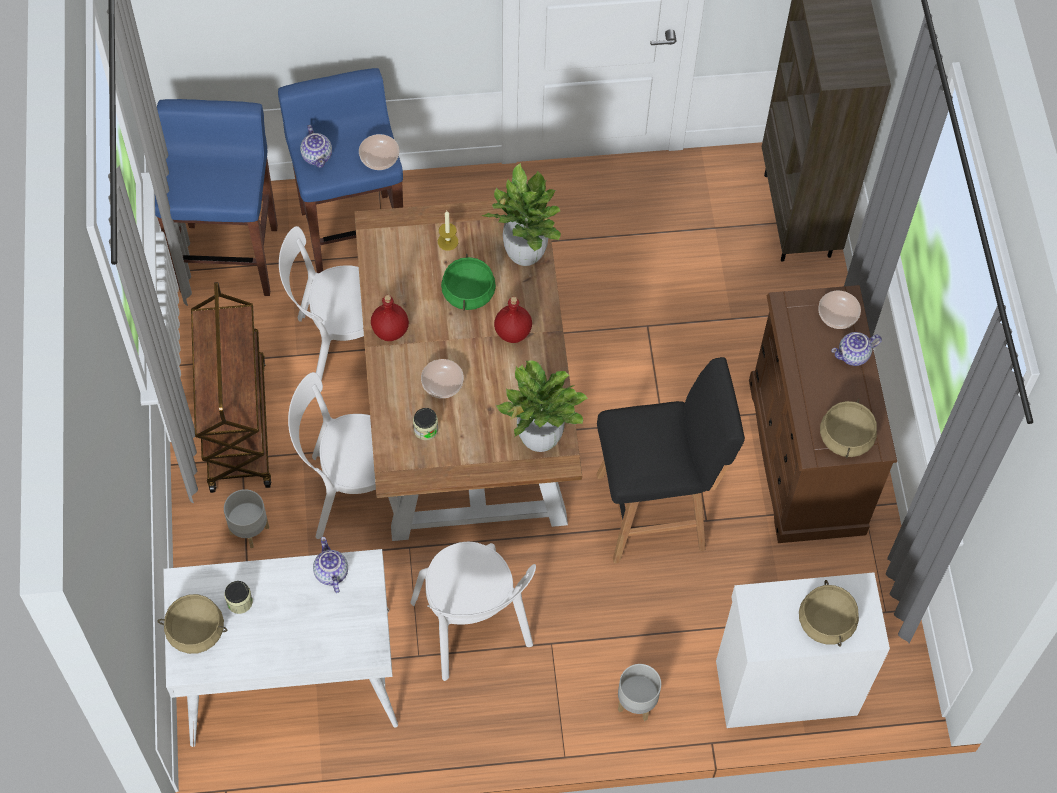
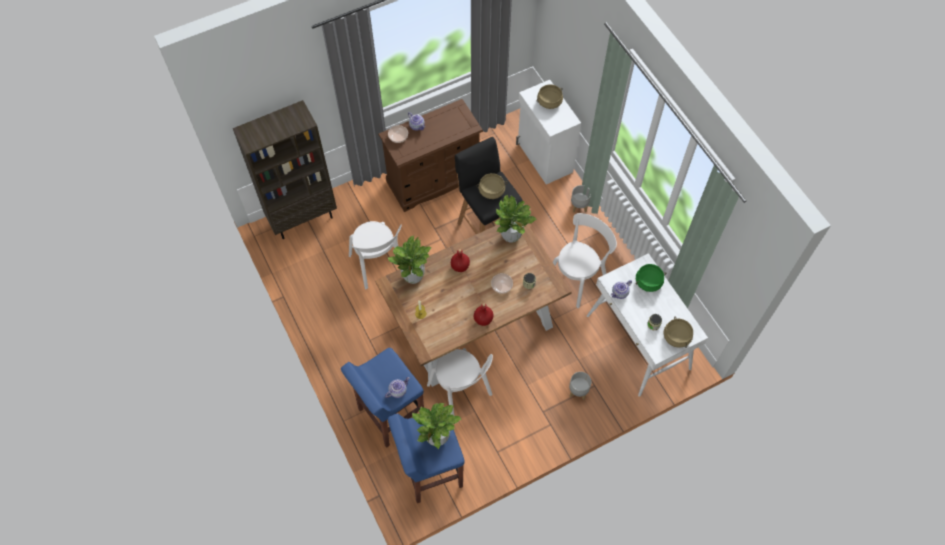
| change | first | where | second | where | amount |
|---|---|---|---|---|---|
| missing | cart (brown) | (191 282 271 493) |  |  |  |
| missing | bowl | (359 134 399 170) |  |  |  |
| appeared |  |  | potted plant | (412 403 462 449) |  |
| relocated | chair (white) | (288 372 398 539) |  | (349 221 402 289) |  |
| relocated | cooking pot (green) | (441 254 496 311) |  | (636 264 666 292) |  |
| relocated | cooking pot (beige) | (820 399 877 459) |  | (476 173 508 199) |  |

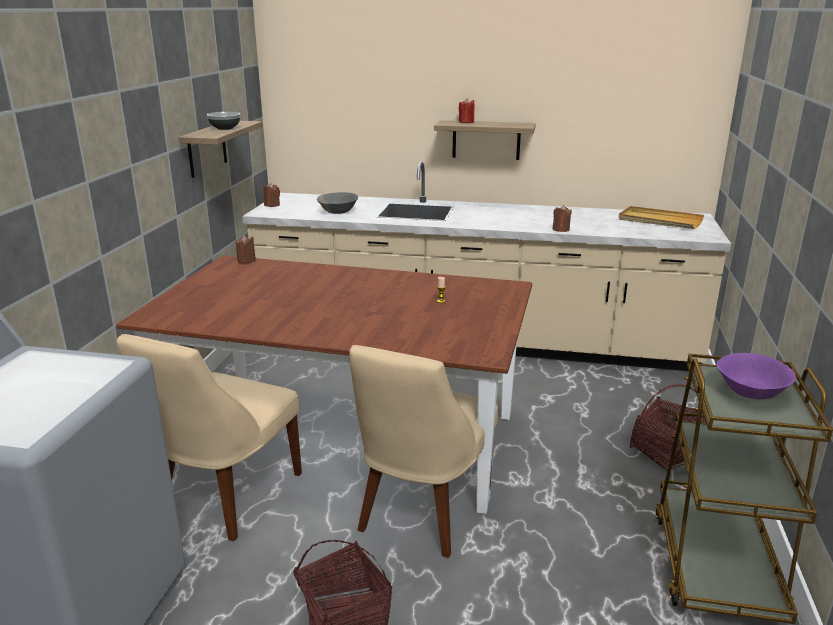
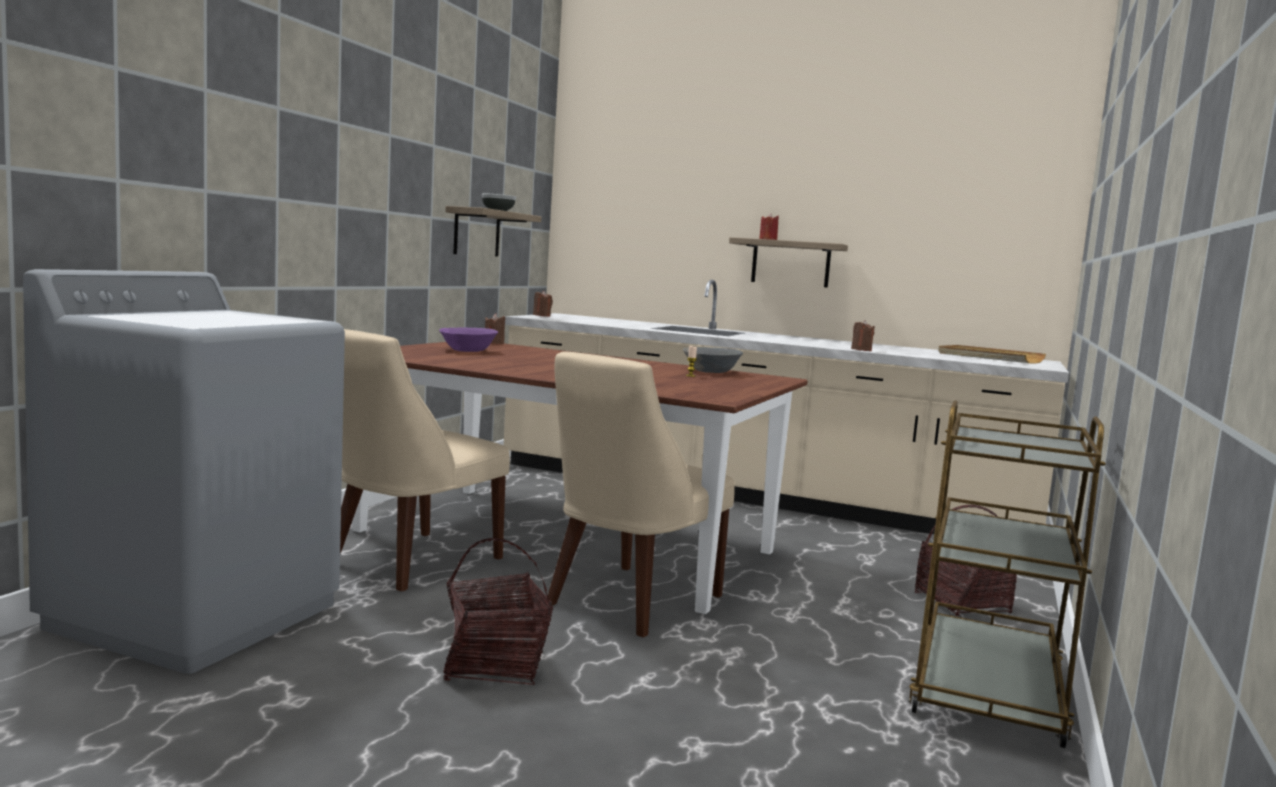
| change | first | where | second | where | amount |
|---|---|---|---|---|---|
| relocated | bowl (grey) | (317 192 358 214) |  | (683 347 743 373) |  |
| relocated | bowl (purple) | (717 353 796 399) |  | (439 328 498 352) |  |

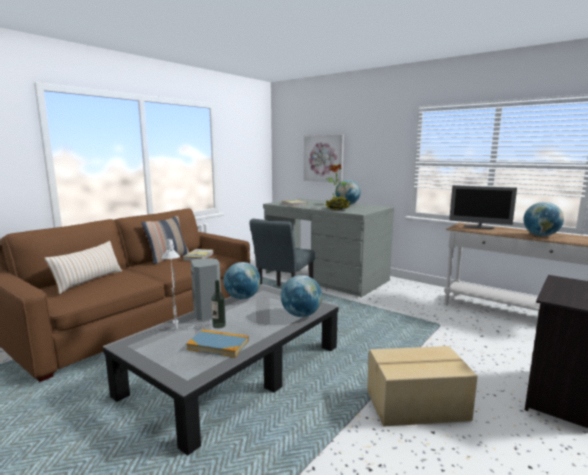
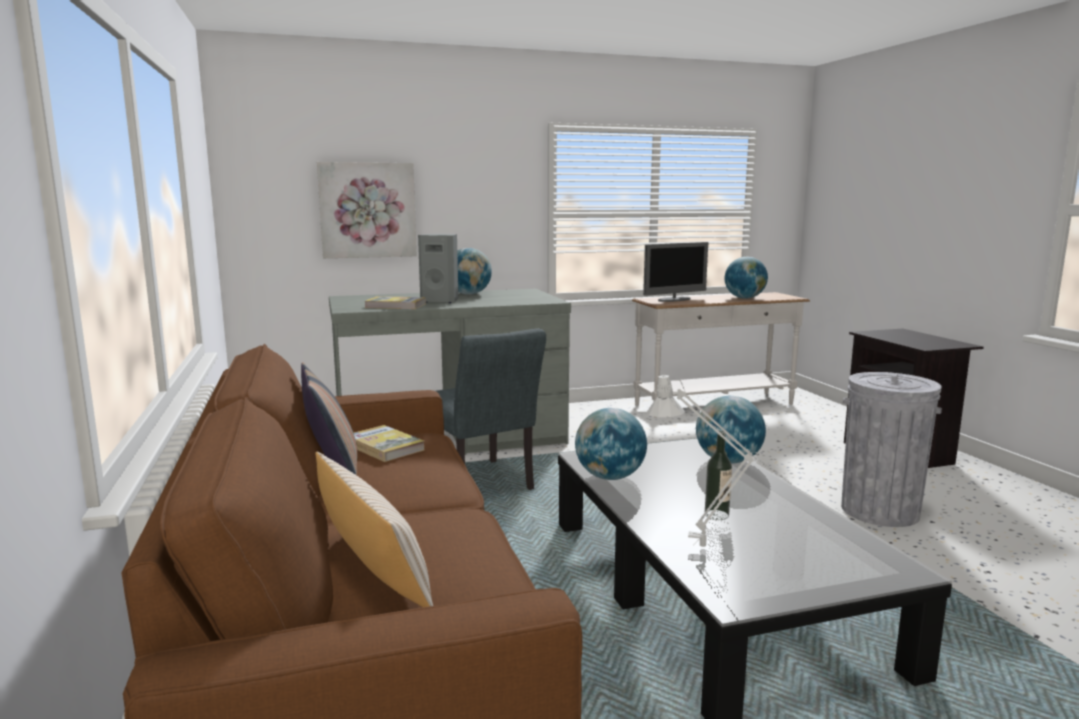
| change | first | where | second | where | amount |
|---|---|---|---|---|---|
| missing | book | (186 329 249 357) |  |  |  |
| missing | potted plant | (325 164 350 210) |  |  |  |
| relocated | speaker (grey) | (191 258 221 321) |  | (418 234 459 303) |  |
| exchanged | cardboard box | (367 346 478 426) | trash can (grey) | (841 372 942 527) |  |

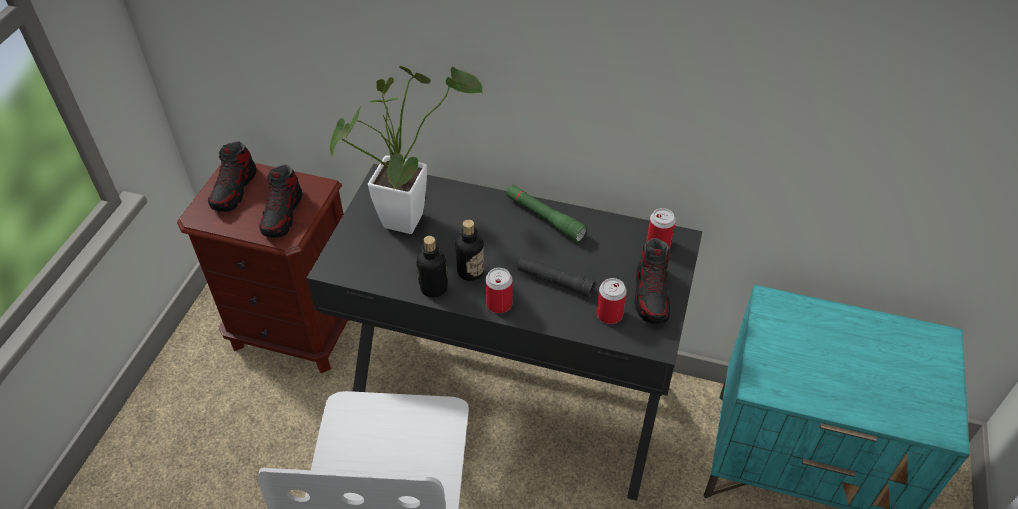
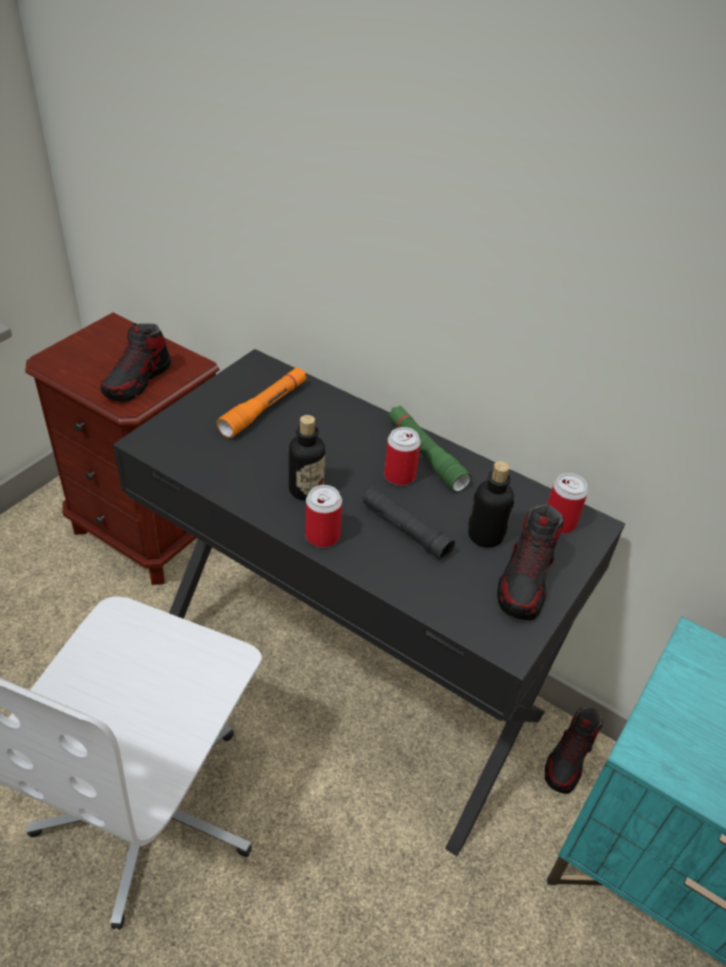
| change | first | where | second | where | amount |
|---|---|---|---|---|---|
| relocated | shoe | (208 141 257 212) |  | (545 707 603 794) |  |
| relocated | bottle | (417 236 448 298) |  | (468 461 514 548) |  |
| relocated | can | (596 278 627 324) |  | (384 427 421 486) |  |
| exchanged | potted plant | (330 66 483 234) | flashlight (orange) | (217 367 307 438) |  |

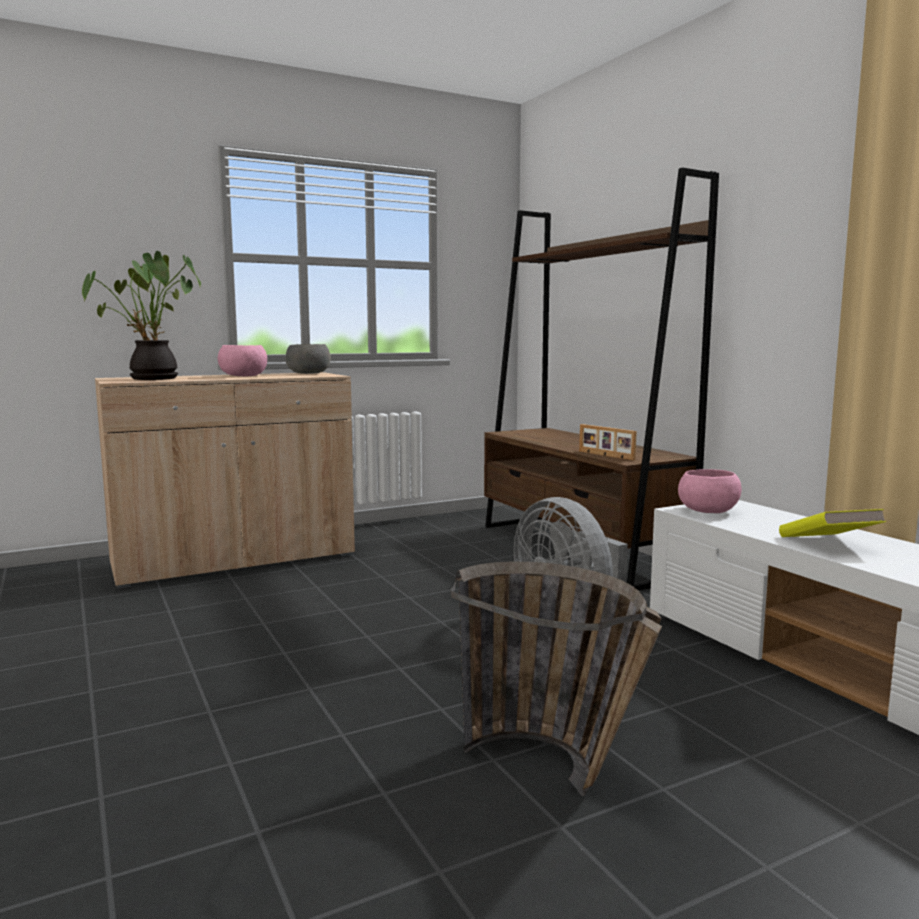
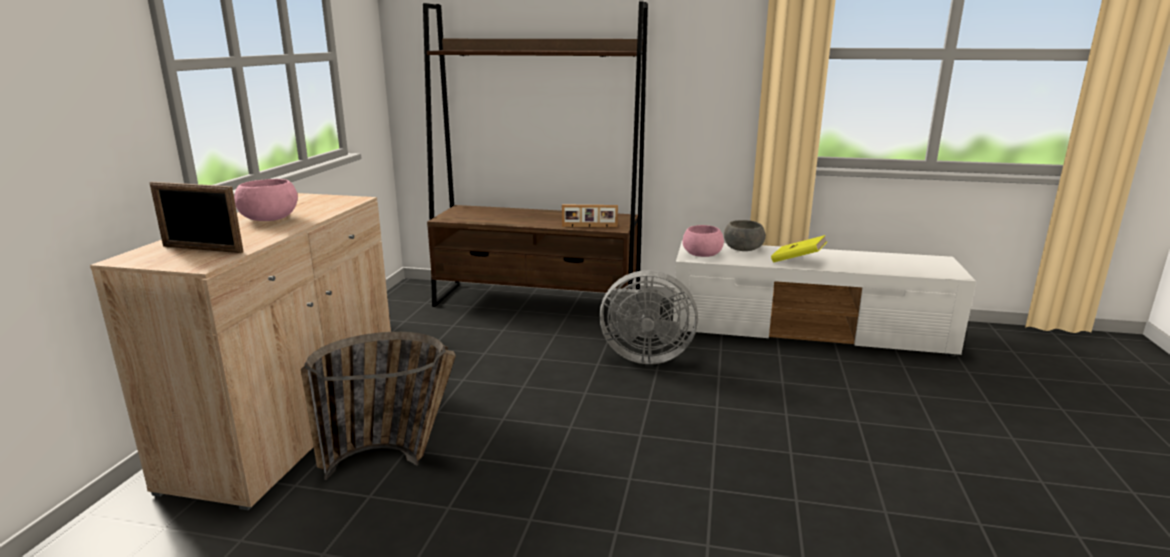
| change | first | where | second | where | amount |
|---|---|---|---|---|---|
| relocated | bowl (grey) | (286 344 331 374) |  | (724 220 766 251) |  |
| relocated | basket | (450 562 662 796) |  | (301 332 456 480) |  |
| exchanged | potted plant | (82 251 201 380) | picture frame | (149 182 244 253) |  |

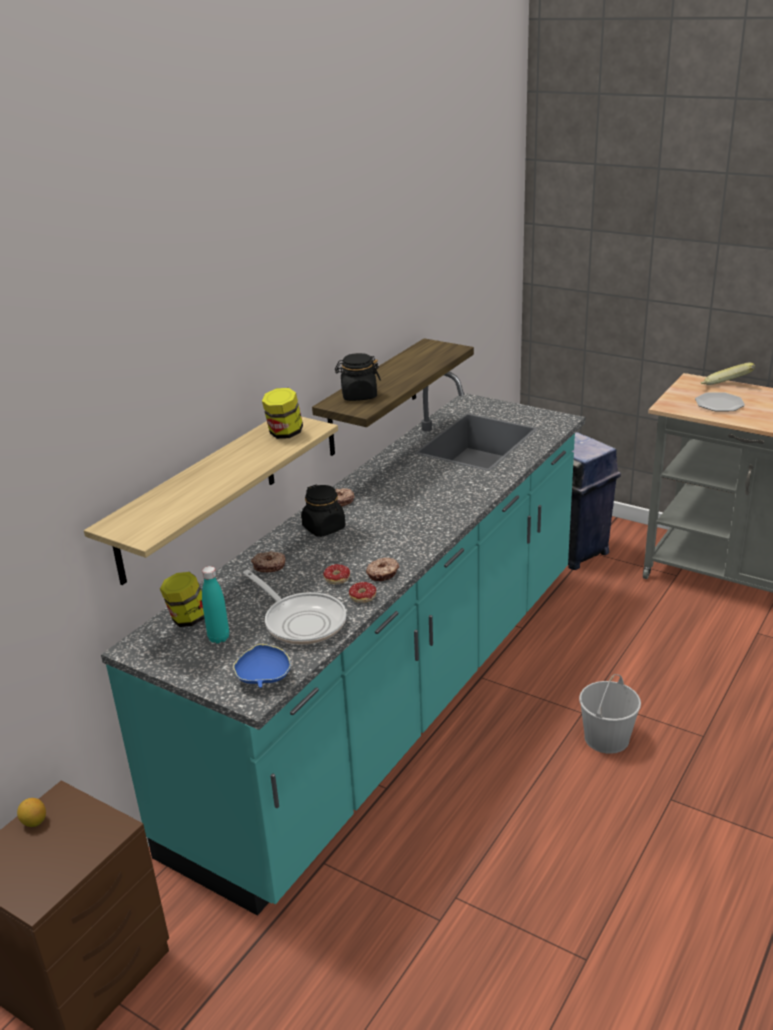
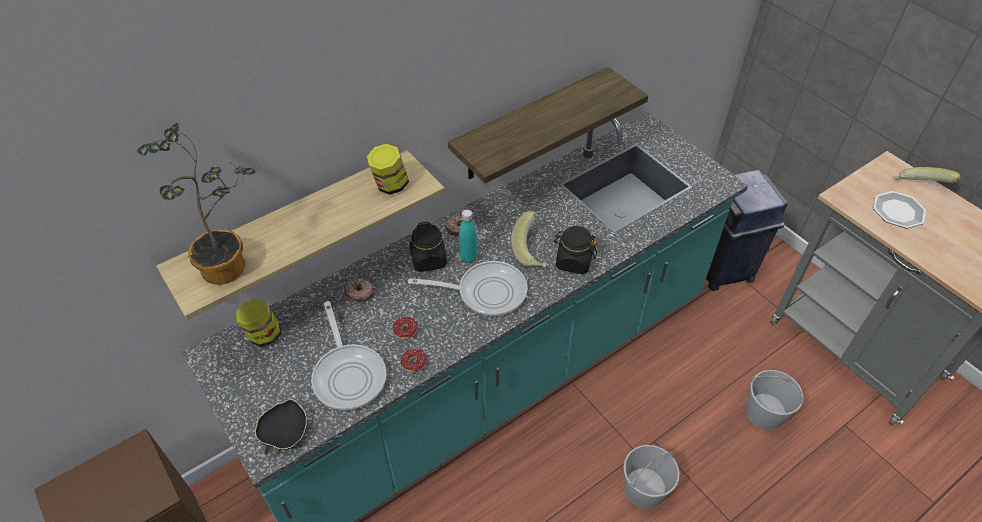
| change | first | where | second | where | amount |
|---|---|---|---|---|---|
| missing | lemon | (17 798 46 827) |  |  |  |
| missing | donut | (366 557 399 581) |  |  |  |
| appeared |  |  | potted plant | (137 123 256 285) |  |
| appeared |  |  | frying pan | (408 261 528 316) |  |
| appeared |  |  | banana | (511 211 546 268) |  |
| appeared |  |  | bucket (white) | (746 370 804 430) |  |
| relocated | bottle (turquoise) | (202 566 229 643) |  | (459 210 477 263) |  |
| relocated | jar (black) | (335 353 381 401) |  | (553 226 597 274) |  |
| colour | bowl (blue) | (233 644 291 688) | bowl (black) | (255 399 307 455) |  |

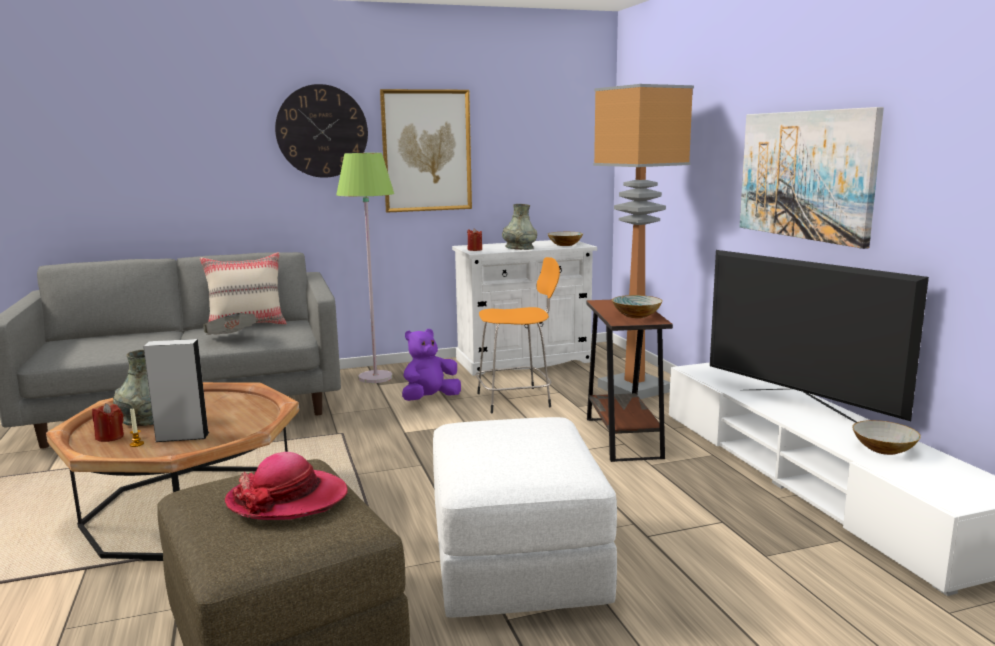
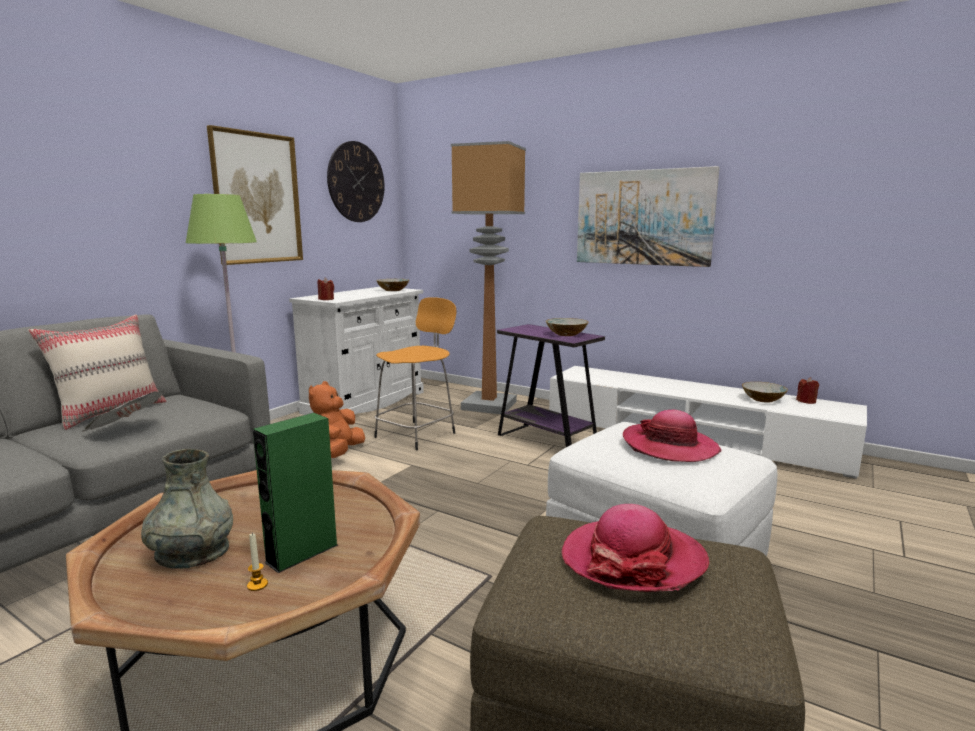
| change | first | where | second | where | amount |
|---|---|---|---|---|---|
| missing | vase (grey) | (502 204 537 250) |  |  |  |
| missing | television | (710 250 929 423) |  |  |  |
| appeared |  |  | hat | (623 410 721 462) |  |
| relocated | candle (red) | (92 403 124 442) |  | (796 378 819 404) |  |
| relocated | wall clock | (275 84 368 178) |  | (327 141 385 222) |  |
| colour | speaker (grey) | (143 339 209 442) | speaker (green) | (253 413 338 573) |  |
| colour | plush toy (purple) | (402 329 461 401) | plush toy (orange) | (309 381 365 458) |  |
| colour | side table (brown) | (586 300 673 462) | side table (purple) | (497 324 605 447) |  |

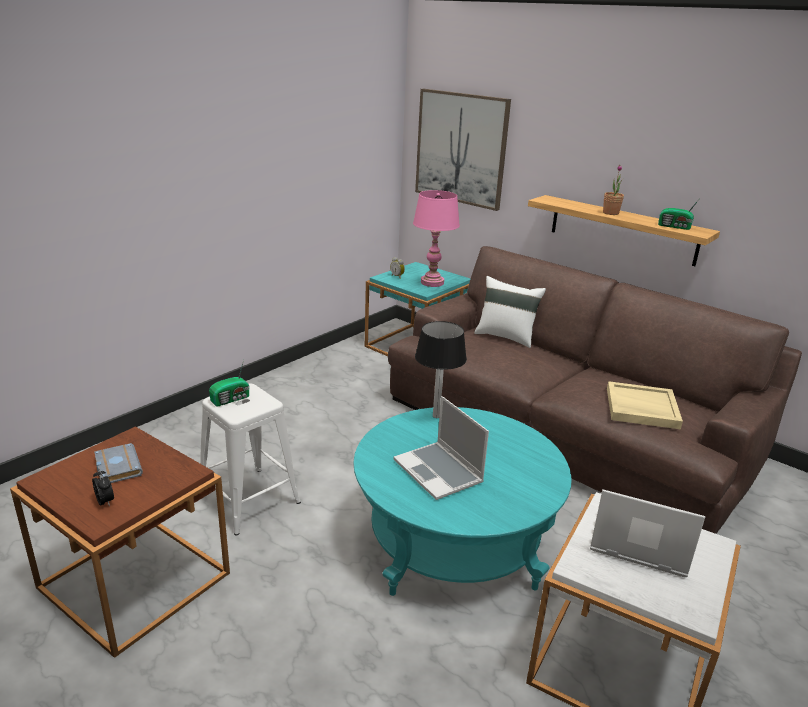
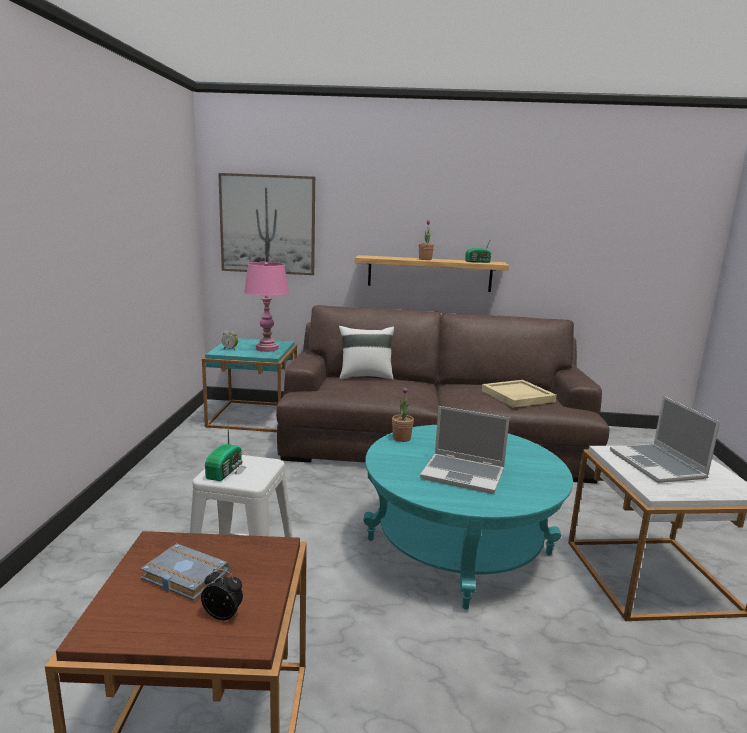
| change | first | where | second | where | amount |
|---|---|---|---|---|---|
| exchanged | table lamp | (415 321 467 418) | potted plant | (392 387 414 442) |  |
| spun | laptop | (590 489 705 577) |  | (610 396 720 483) | 90 degrees counterclockwise |

